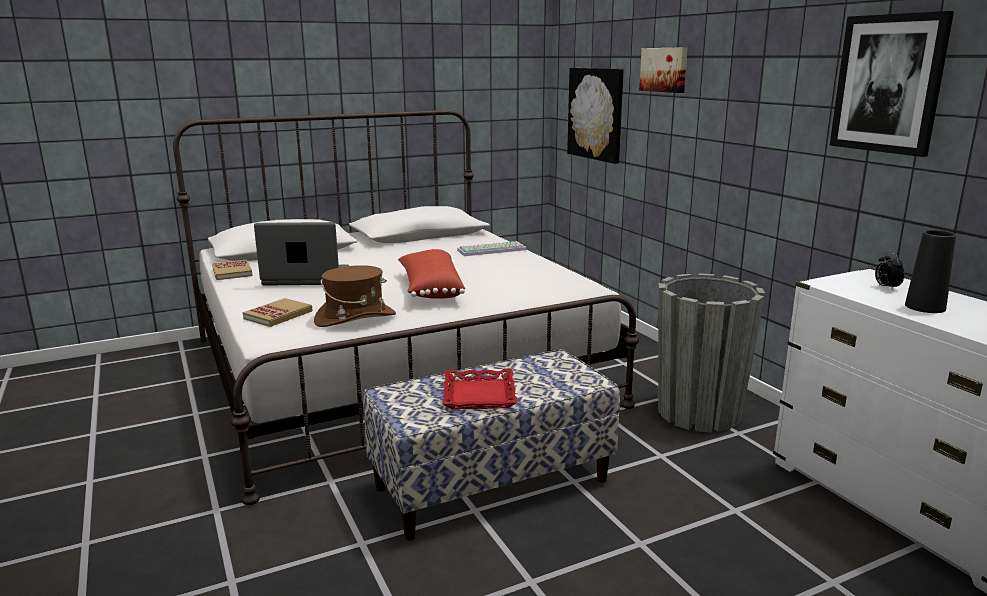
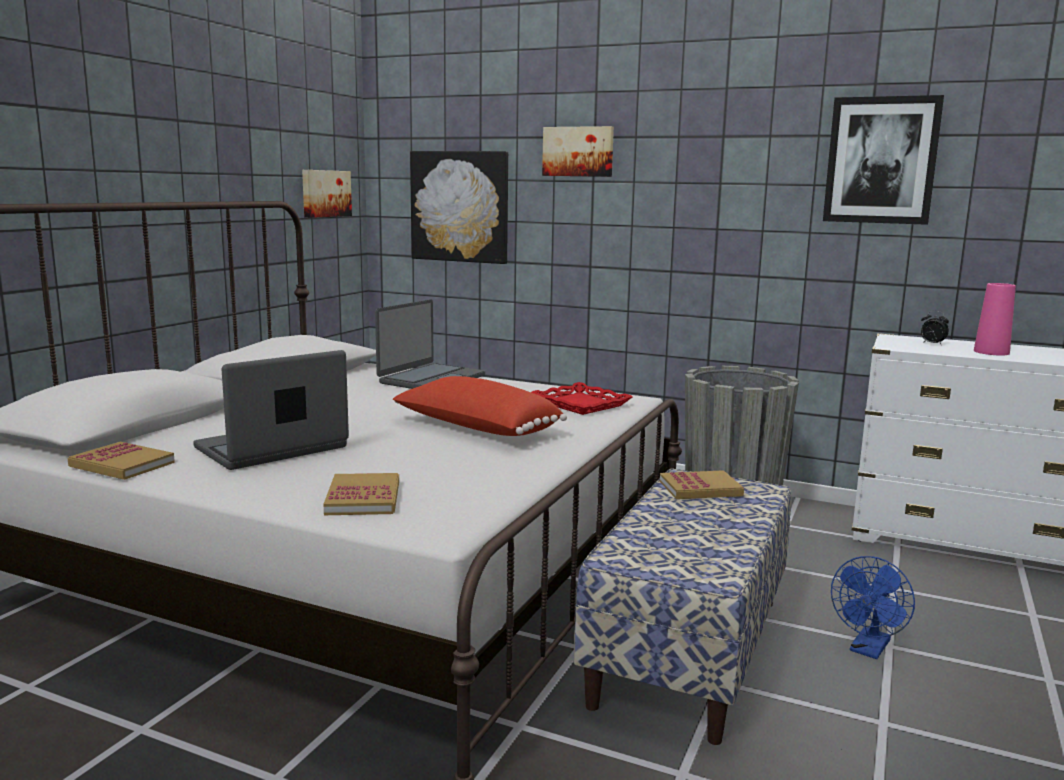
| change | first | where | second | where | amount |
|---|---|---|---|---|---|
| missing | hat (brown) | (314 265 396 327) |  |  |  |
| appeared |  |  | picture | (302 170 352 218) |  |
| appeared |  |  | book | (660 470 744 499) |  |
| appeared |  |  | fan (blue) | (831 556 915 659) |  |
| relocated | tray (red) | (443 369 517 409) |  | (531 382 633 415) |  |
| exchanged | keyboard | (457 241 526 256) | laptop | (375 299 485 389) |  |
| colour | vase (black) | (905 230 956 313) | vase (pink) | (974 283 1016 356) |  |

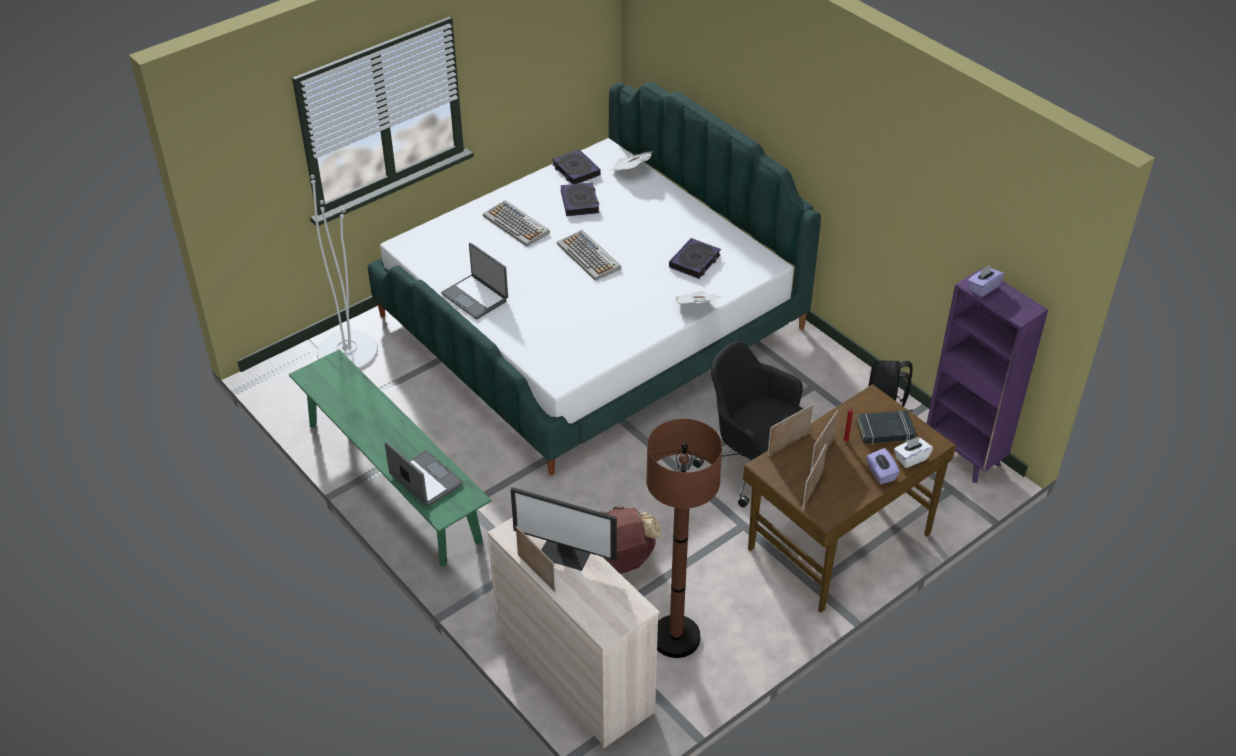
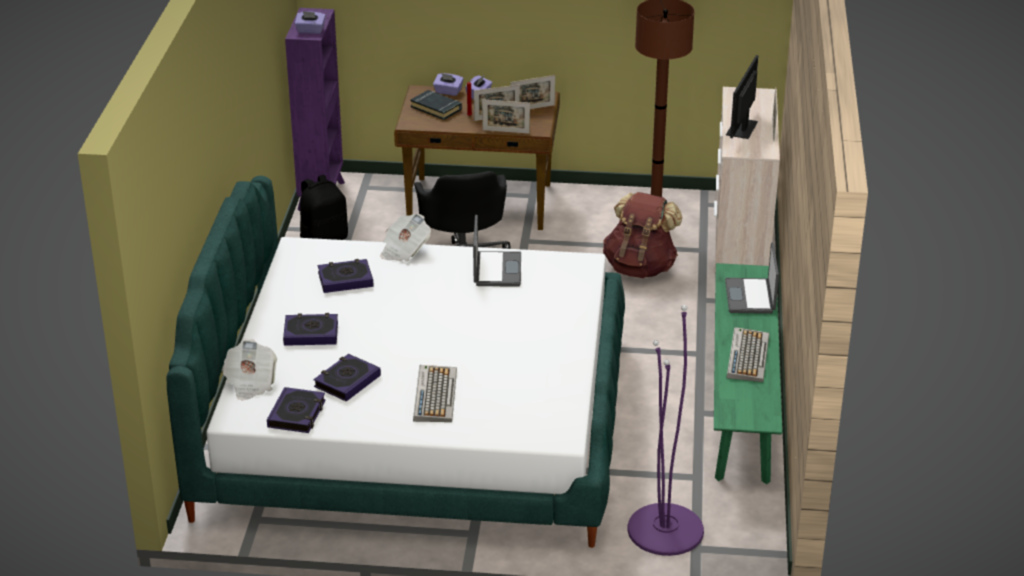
| change | first | where | second | where | amount |
|---|---|---|---|---|---|
| appeared |  |  | book | (283 313 338 346) |  |
| relocated | laptop | (441 243 508 319) |  | (473 215 521 286) |  |
| relocated | keyboard | (557 230 621 281) |  | (726 327 769 382) |  |
| colour | floor lamp (white) | (310 175 378 369) | floor lamp (purple) | (628 305 704 556) |  |
| colour | tissue box (white) | (894 437 933 468) | tissue box (purple) | (433 73 464 96) |  |
| spun | monitor | (511 487 617 571) |  | (726 55 758 139) | 135 degrees counterclockwise |

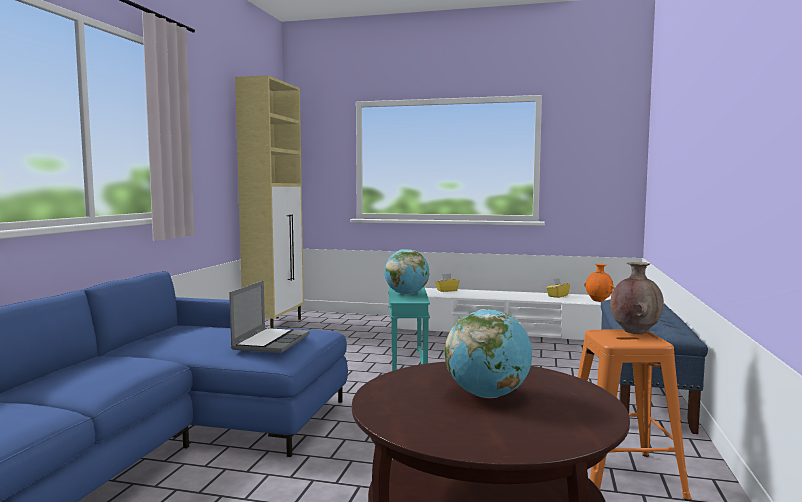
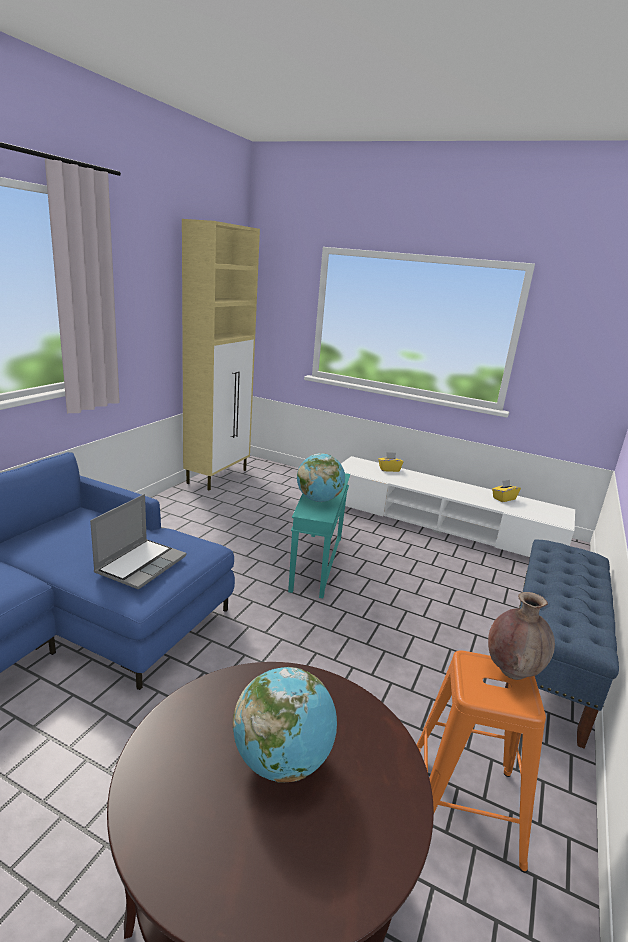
| change | first | where | second | where | amount |
|---|---|---|---|---|---|
| missing | vase (orange) | (584 264 614 302) |  |  |  |

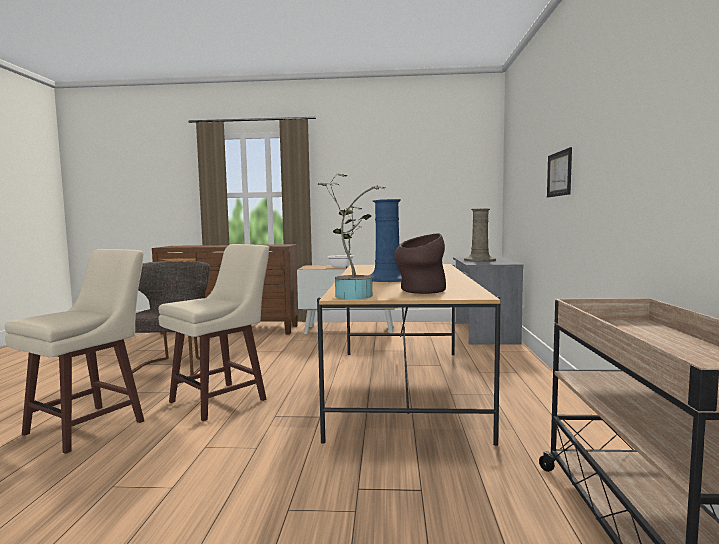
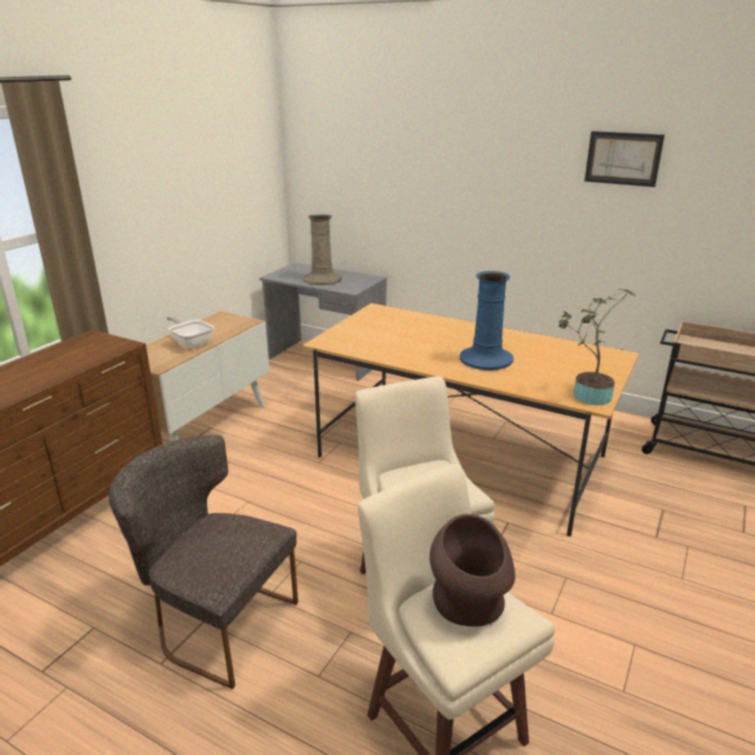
| change | first | where | second | where | amount |
|---|---|---|---|---|---|
| relocated | vase (brown) | (394 234 446 294) |  | (430 514 515 627) |  |
| relocated | picture | (547 147 572 197) |  | (585 131 665 187) |  |

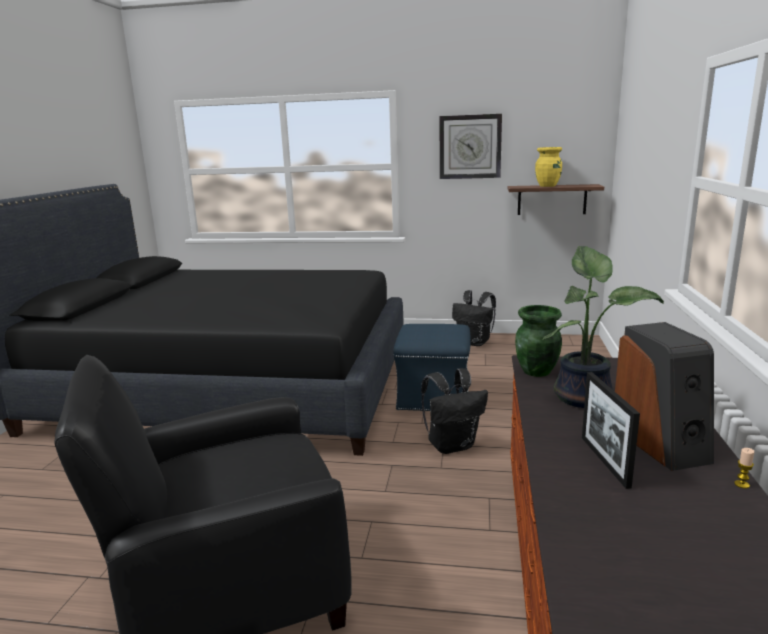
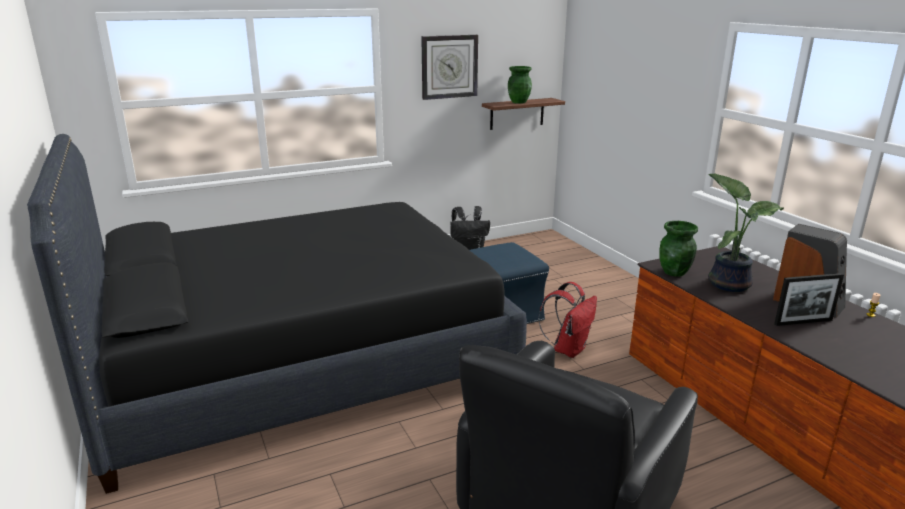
| change | first | where | second | where | amount |
|---|---|---|---|---|---|
| colour | backpack (black) | (421 368 488 454) | backpack (red) | (538 282 597 358) |  |
| colour | vase (yellow) | (535 147 562 187) | vase (green) | (508 66 532 104) |  |
| spun | picture frame | (582 372 640 489) |  | (774 273 844 326) | 60 degrees counterclockwise |

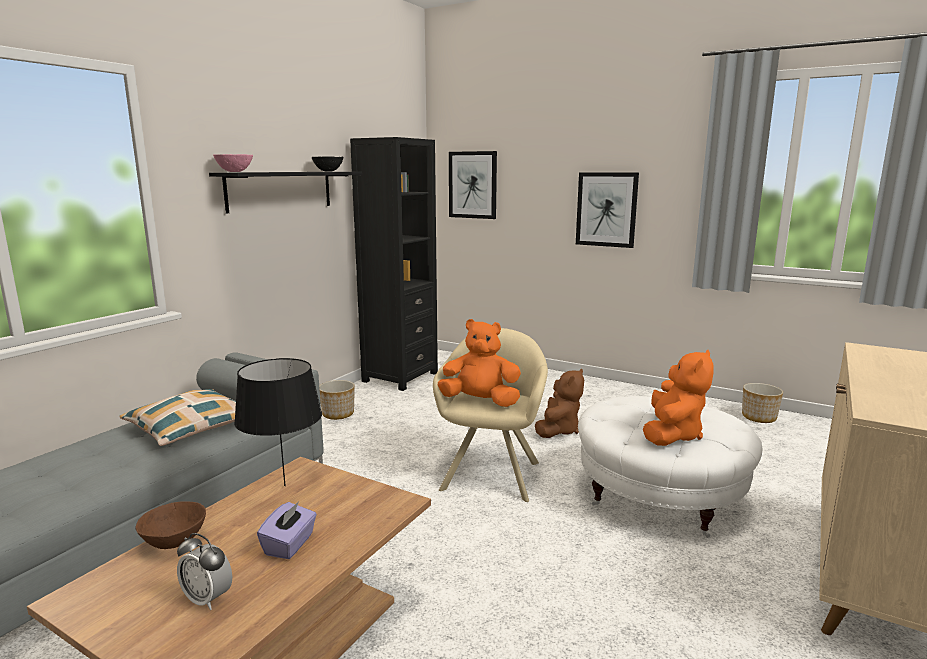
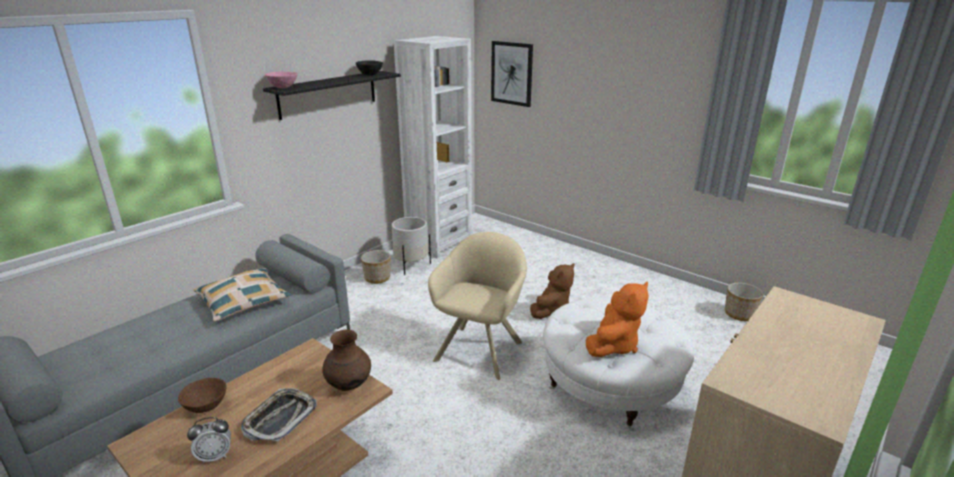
| change | first | where | second | where | amount |
|---|---|---|---|---|---|
| missing | table lamp (black) | (234 358 322 486) |  |  |  |
| missing | plush toy (orange) | (438 319 521 407) |  |  |  |
| missing | picture | (576 172 639 248) |  |  |  |
| appeared |  |  | vase (brown) | (322 330 371 391) |  |
| appeared |  |  | planter (white) | (391 217 431 275) |  |
| exchanged | tissue box (purple) | (257 501 317 559) | tray | (241 388 317 442) |  |
| colour | bookcase (black) | (350 137 438 391) | bookcase (white) | (394 36 472 258) |  |
| spun | alarm clock | (177 533 232 610) |  | (187 417 231 464) | 60 degrees counterclockwise |

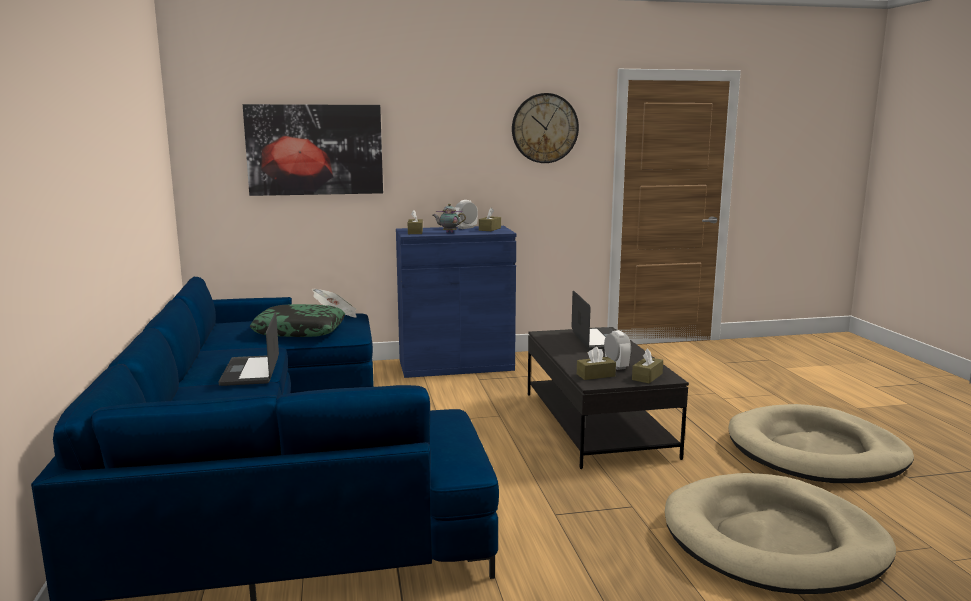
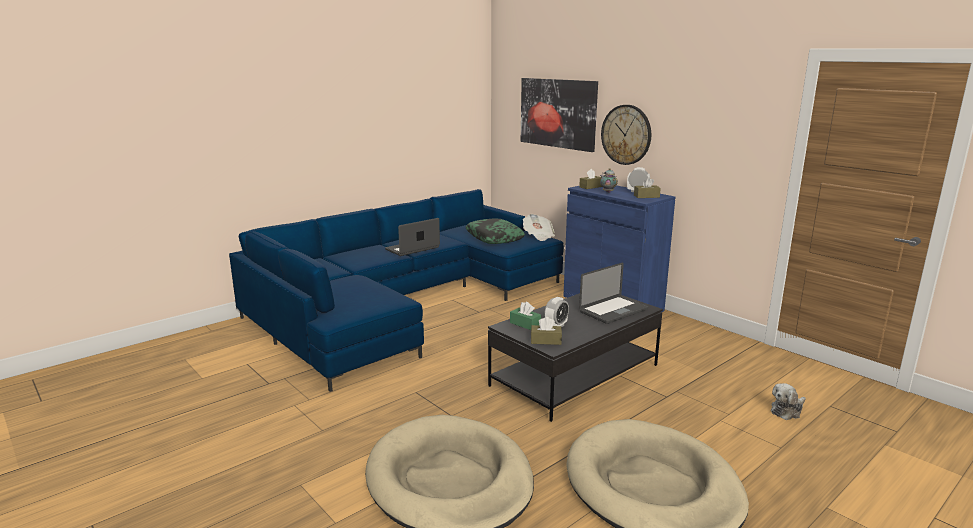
| change | first | where | second | where | amount |
|---|---|---|---|---|---|
| appeared |  |  | plush toy | (771 383 806 420) |  |
| relocated | wall clock | (512 93 579 163) |  | (601 105 651 165) |  |
| colour | tissue box (brown) | (577 347 616 380) | tissue box (green) | (510 302 541 330) |  |

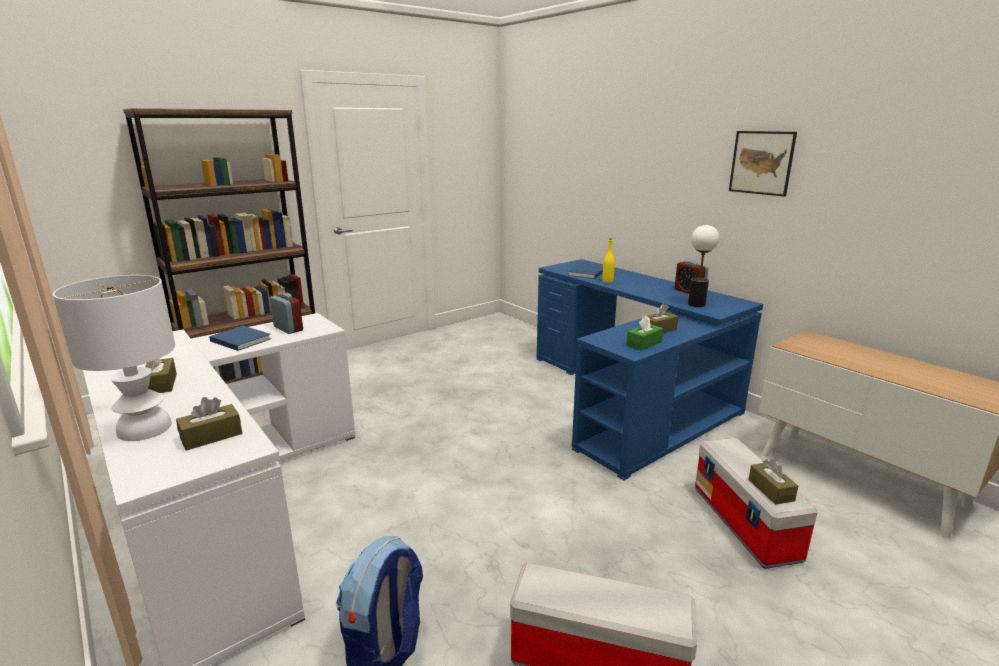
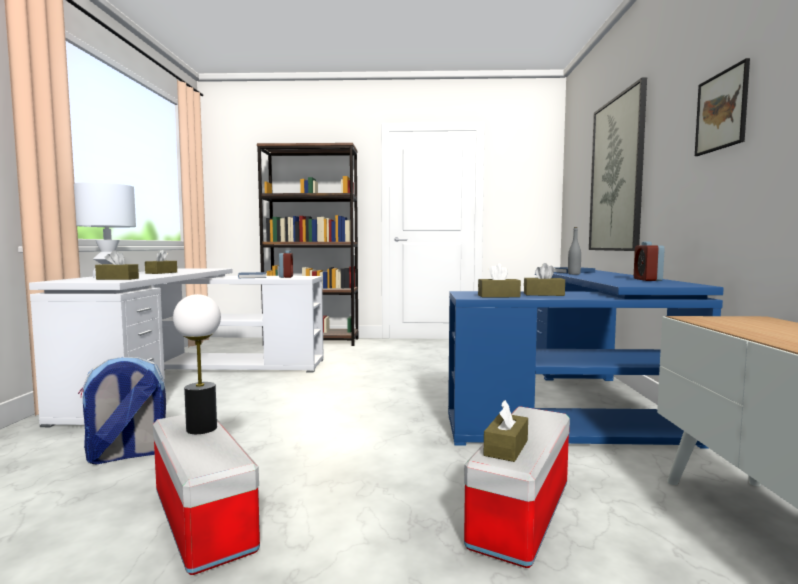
| change | first | where | second | where | amount |
|---|---|---|---|---|---|
| appeared |  |  | picture | (589 78 647 251) |  |
| relocated | table lamp | (688 225 719 307) |  | (173 294 221 434) |  |
| colour | bottle (yellow) | (602 238 615 283) | bottle (grey) | (568 227 581 275) |  |
| colour | tissue box (green) | (626 315 663 351) | tissue box (brown) | (478 263 521 297) |  |

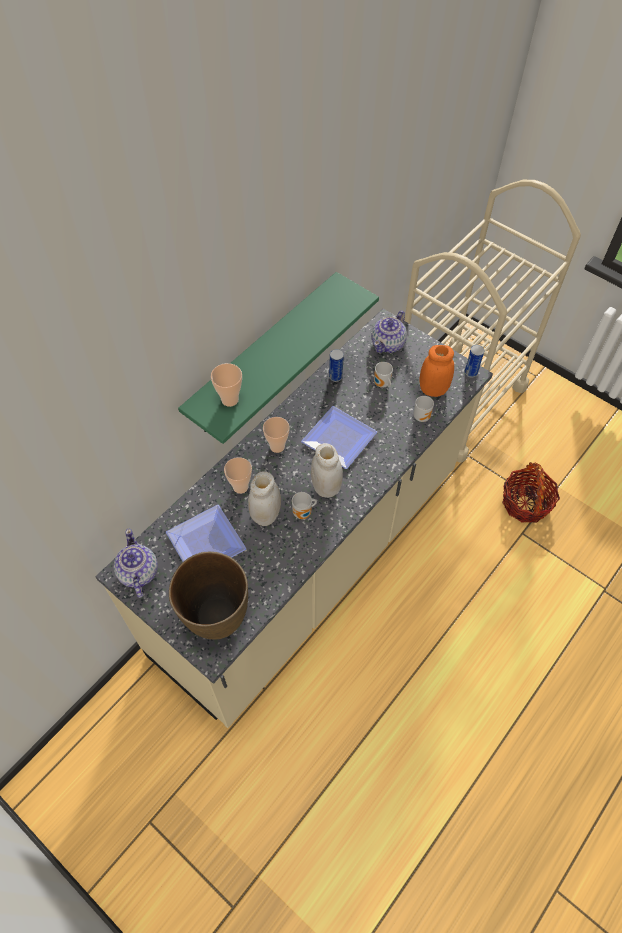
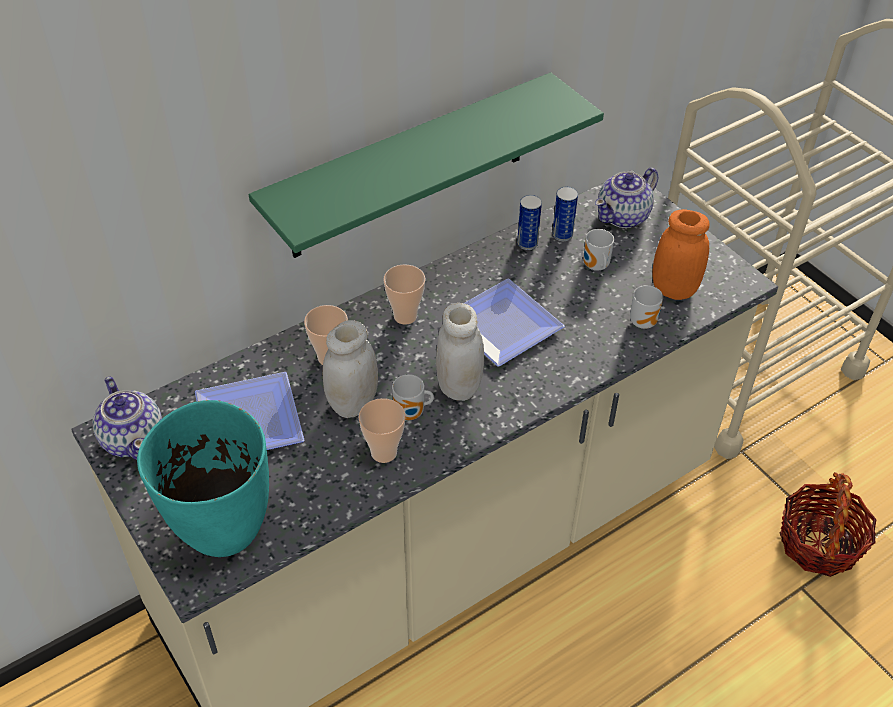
| change | first | where | second | where | amount |
|---|---|---|---|---|---|
| relocated | cup | (211 363 242 407) |  | (358 398 406 463) |  |
| relocated | can | (465 345 484 378) |  | (552 186 578 241) |  |
| colour | vase (brown) | (169 552 248 640) | vase (turquoise) | (137 400 269 557) |  |
| spun | teapot | (114 529 158 598) |  | (93 377 162 460) | 150 degrees clockwise |

